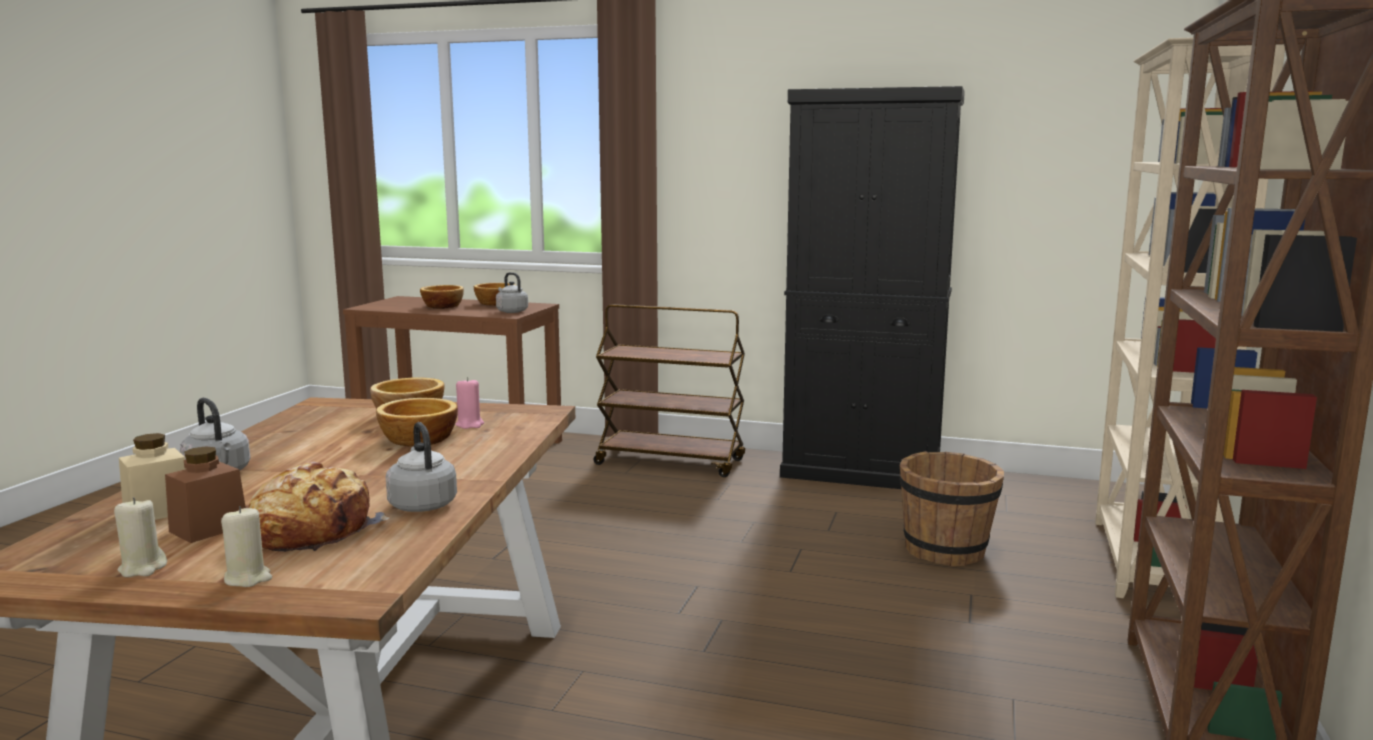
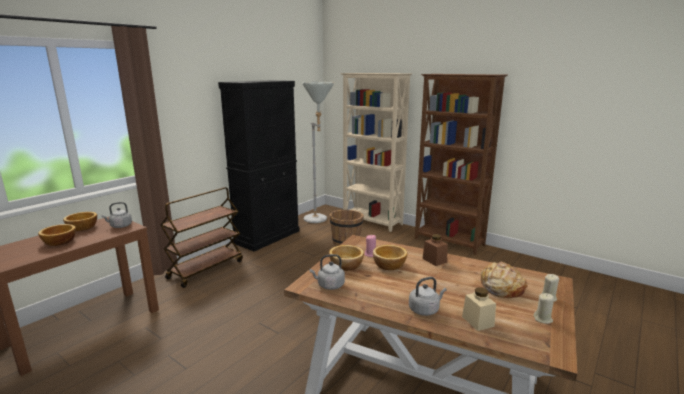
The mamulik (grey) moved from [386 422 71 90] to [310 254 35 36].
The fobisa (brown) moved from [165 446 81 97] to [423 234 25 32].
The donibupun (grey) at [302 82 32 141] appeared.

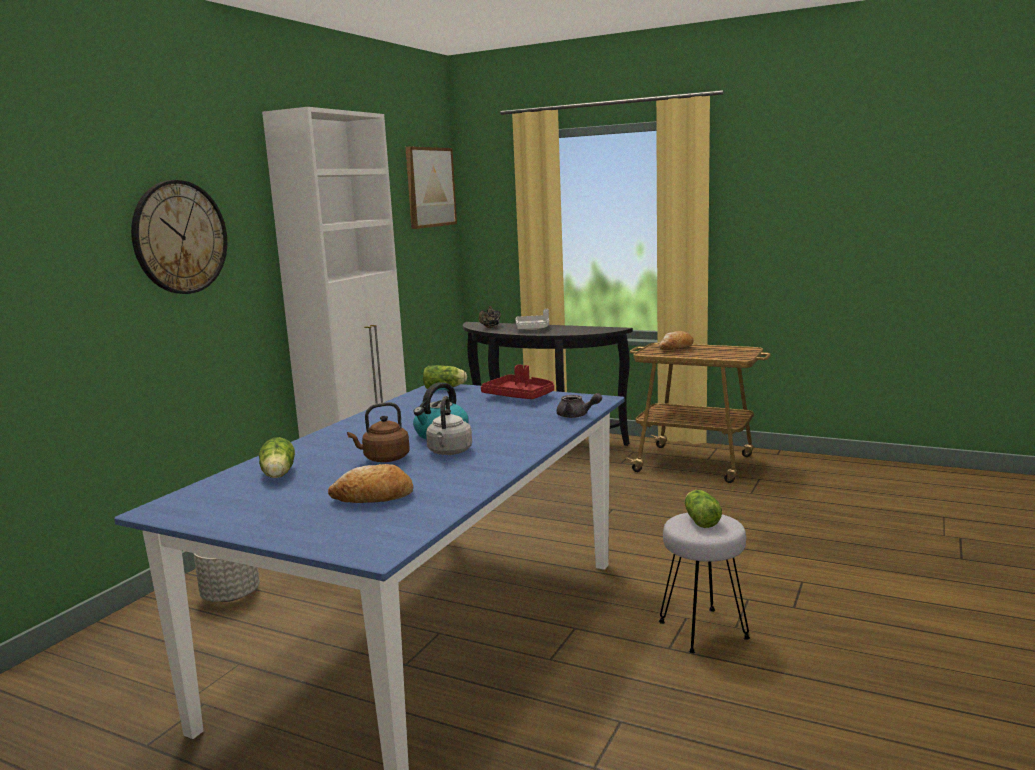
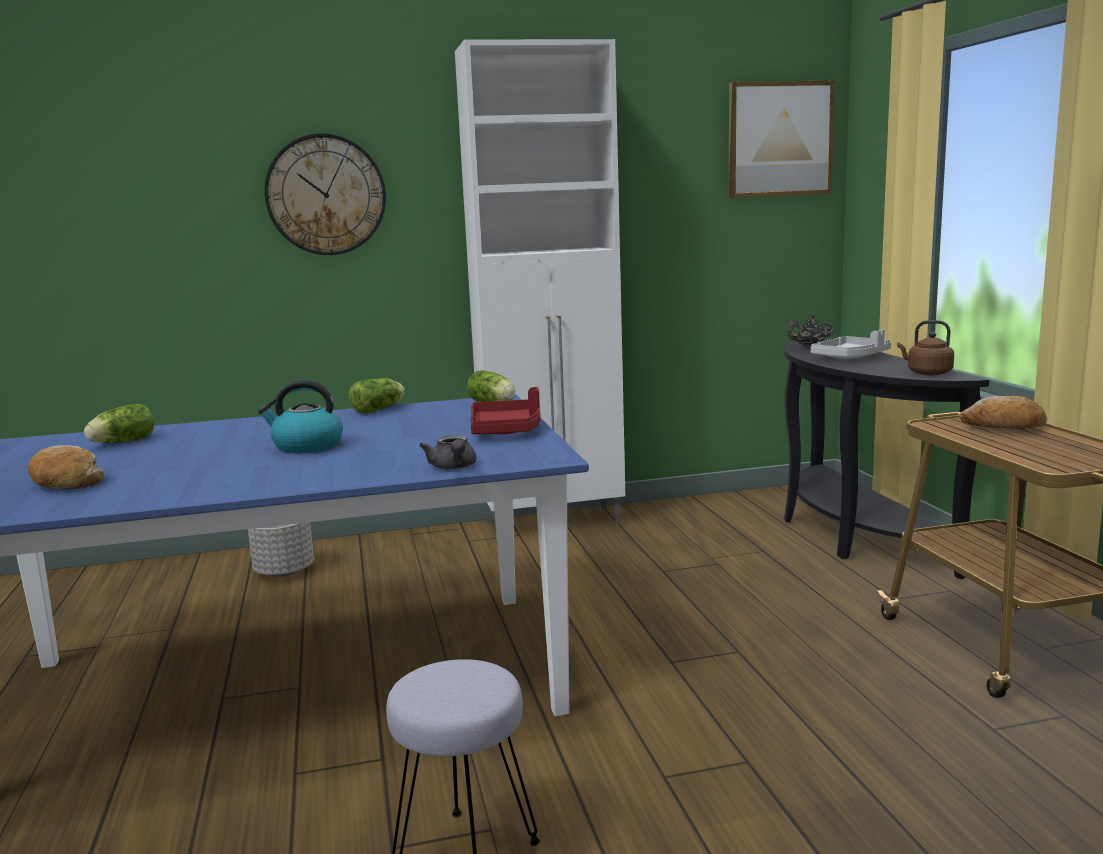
The mamulik (grey) at [426 396 46 59] disappeared.
The mamulik (brown) moved from [347 402 63 60] to [897 320 57 55].
The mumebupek moved from [685 490 37 38] to [349 378 56 36].

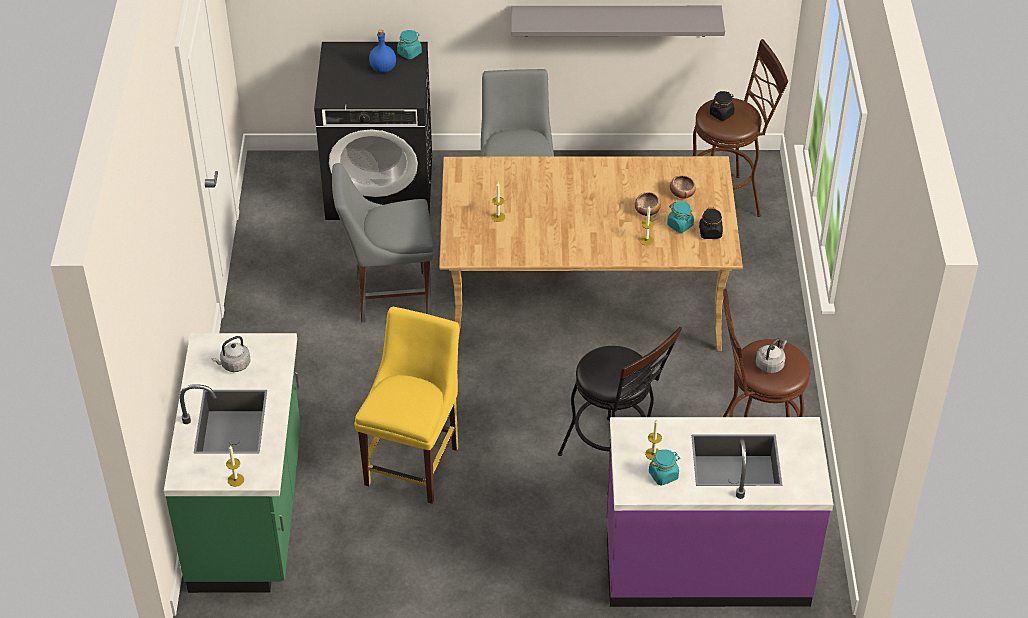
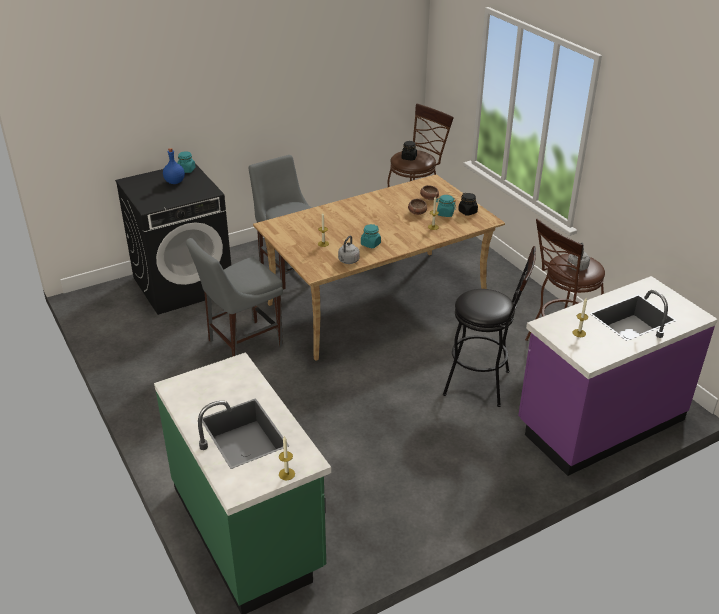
The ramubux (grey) at [511 6 214 31] disappeared.
The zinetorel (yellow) at [354 307 105 197] disappeared.
The mamulik (grey) moved from [212 336 38 36] to [338 236 22 28].
The fobisa (turquoise) moved from [649 449 31 37] to [361 224 20 24].

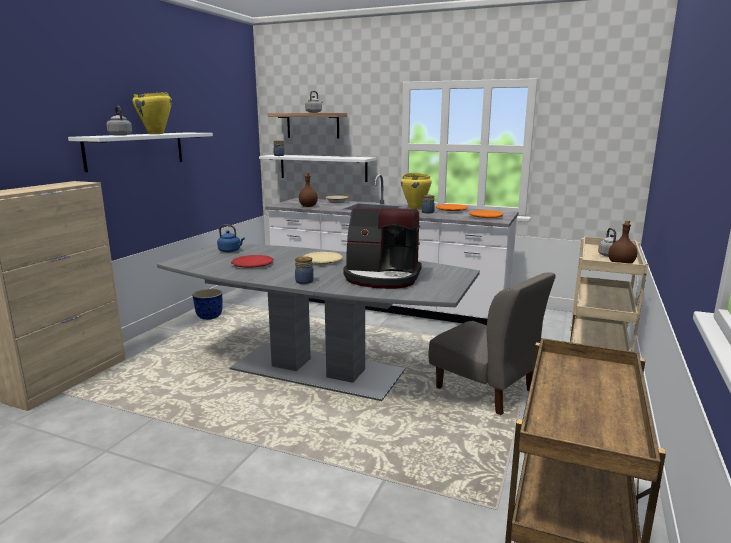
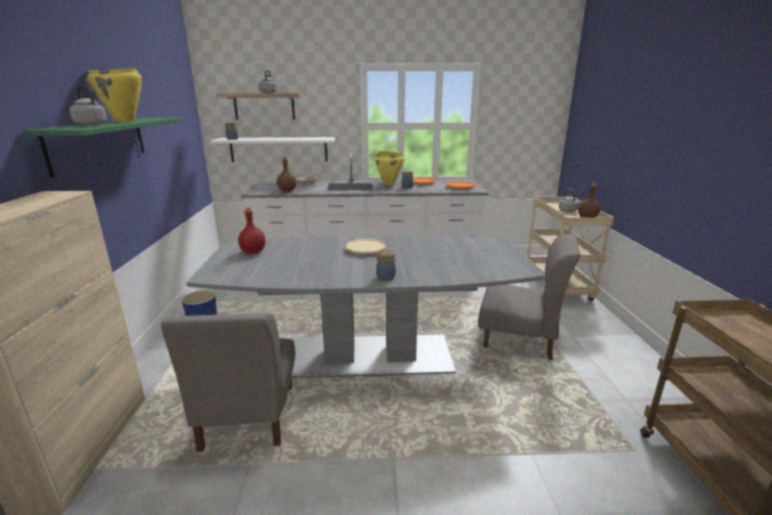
The ramubux (white) at [68 133 145 39] became the ramubux (green) at [23 117 159 61].
The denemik at [343 207 79 82] disappeared.
The mamulik (blue) at [217 225 28 28] was replaced by the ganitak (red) at [238 207 28 47].
The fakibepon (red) at [231 255 43 13] disappeared.
The zinetorel (grey) at [161 313 134 139] appeared.

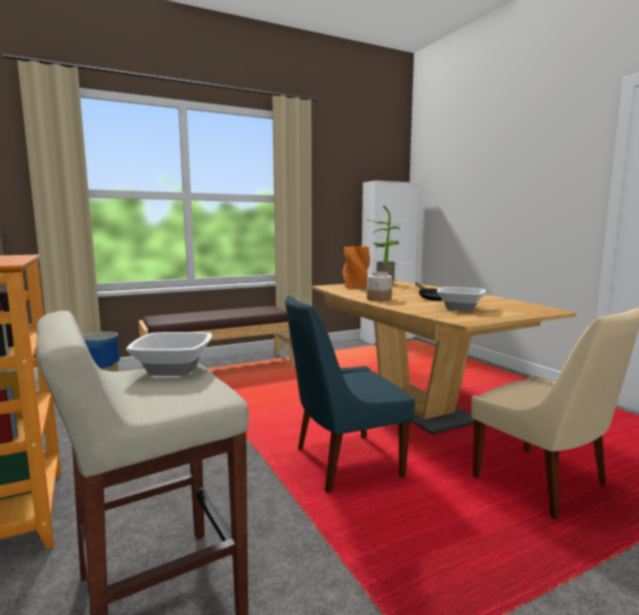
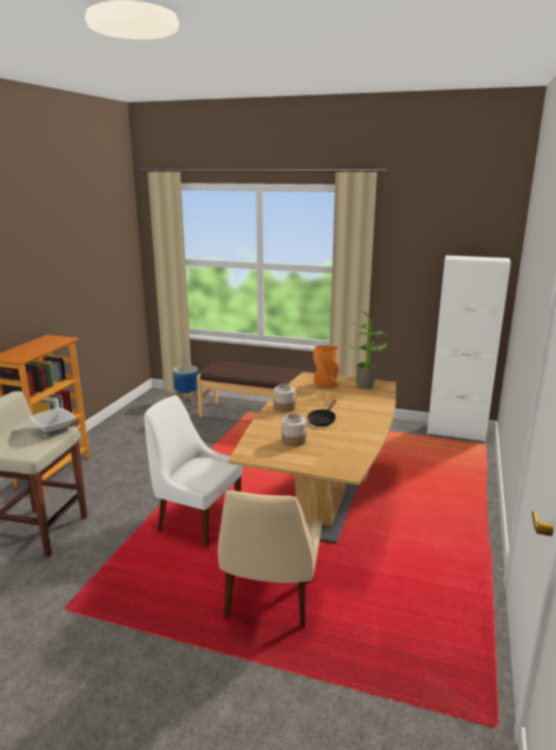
The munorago at [437 287 49 24] was replaced by the fobisa at [282 414 24 33].
The zinetorel (blue) at [285 295 130 198] became the zinetorel (white) at [144 395 99 151].

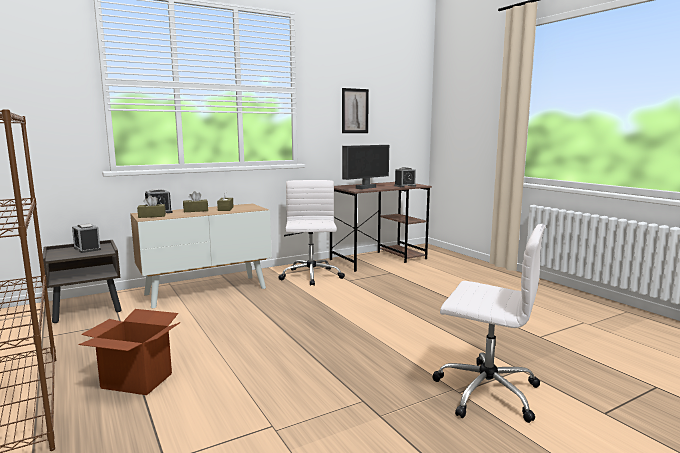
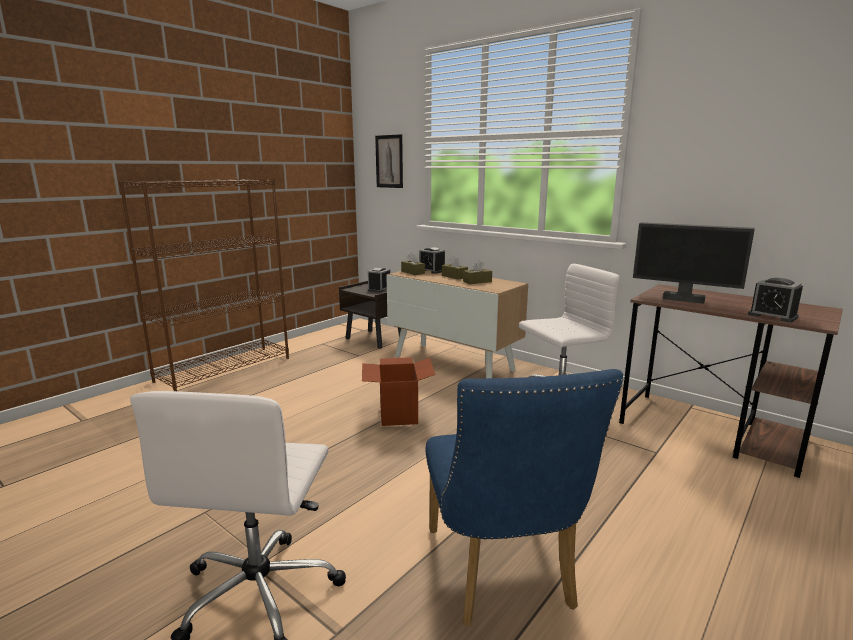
The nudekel moved from [342 88 27 45] to [375 134 28 54].
The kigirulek moved from [78 309 102 86] to [362 357 73 69].
The zinetorel (blue) at [426 369 197 257] appeared.

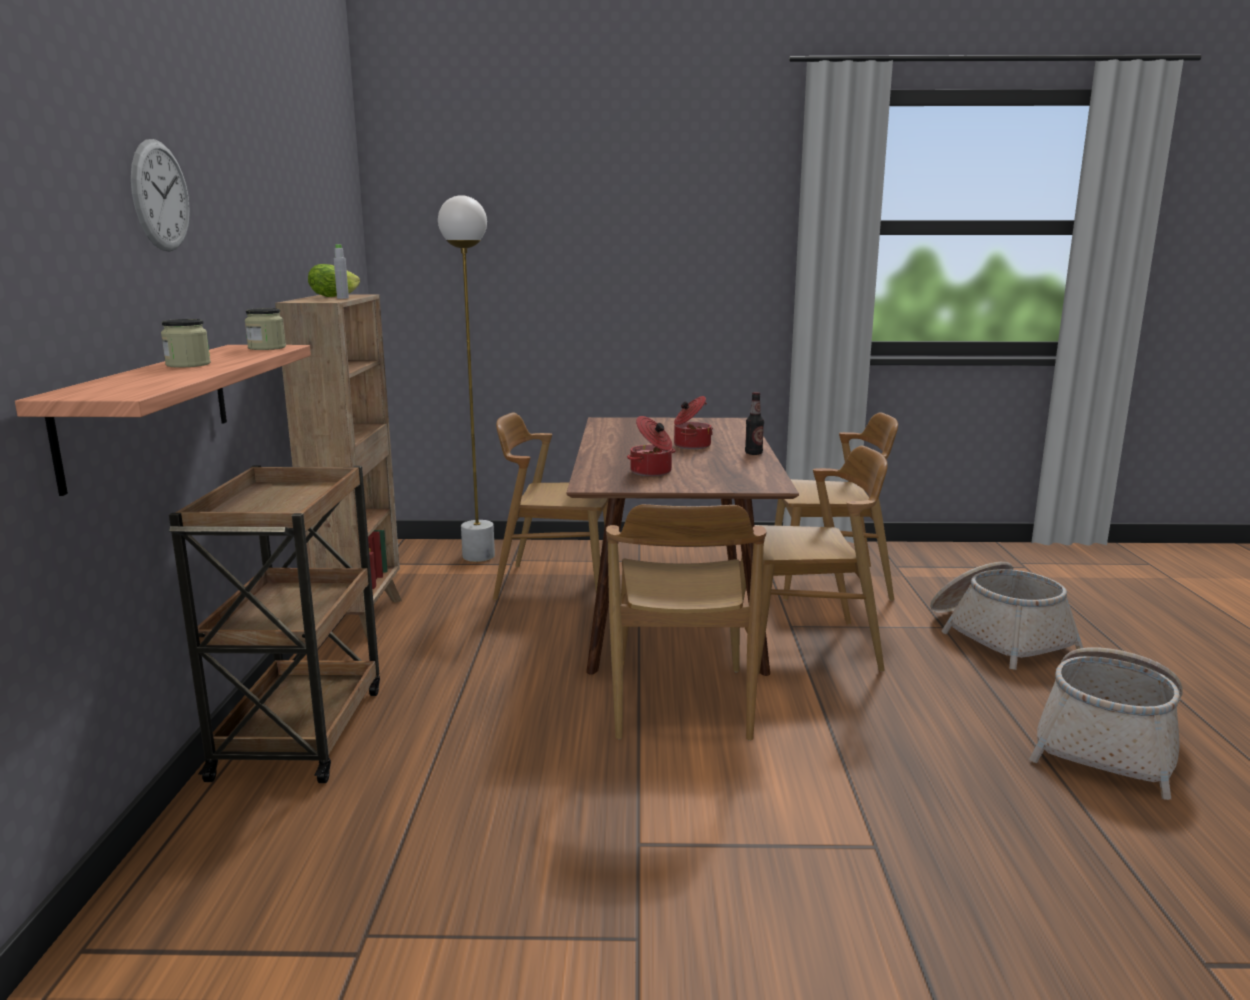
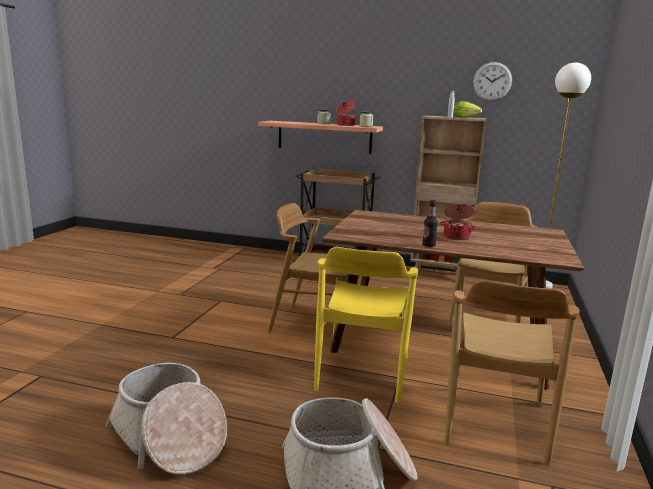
The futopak moved from [131 139 59 113] to [473 62 39 39].
The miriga moved from [627 416 48 60] to [336 100 20 26].
The zinetorel (brown) at [740 446 147 228] became the zinetorel (yellow) at [314 247 104 156].

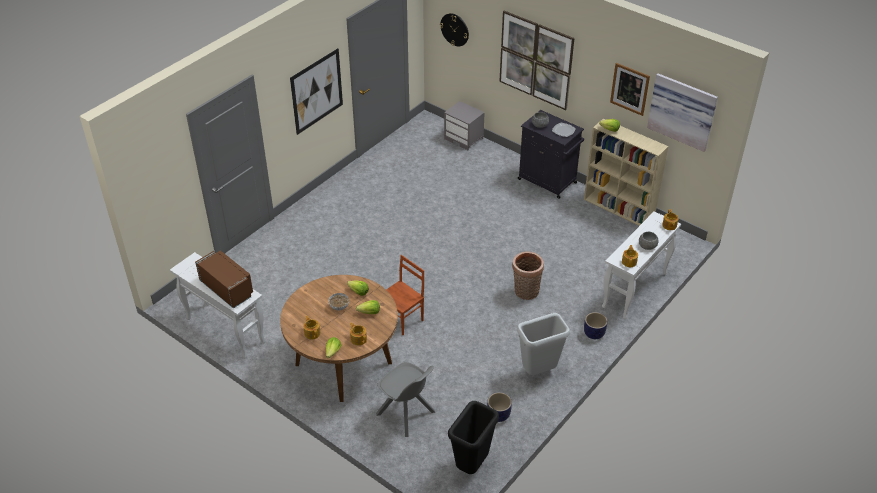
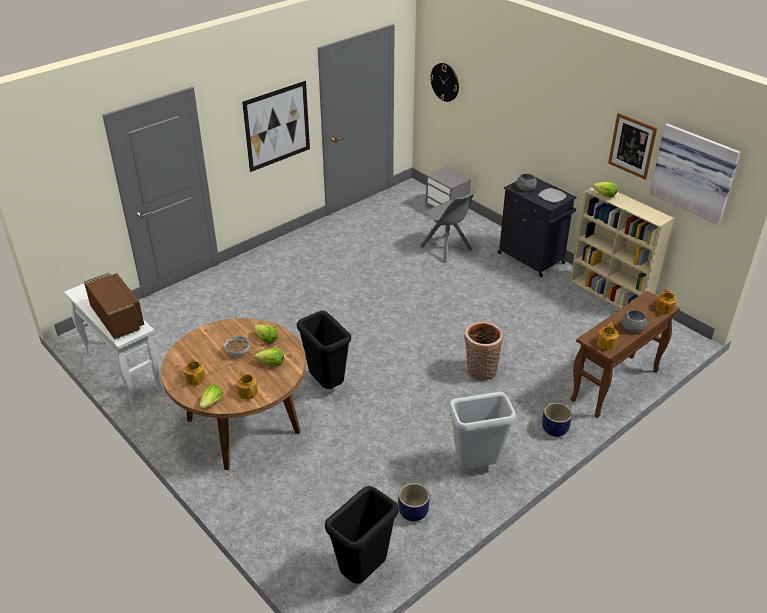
The nudekel at [499 11 75 99] disappeared.
The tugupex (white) at [602 211 79 108] became the tugupex (brown) at [570 291 110 127].
The zinetorel (brown) at [386 255 38 80] was replaced by the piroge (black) at [297 311 54 78].
The zinetorel (grey) moved from [376 362 59 75] to [420 191 55 72].

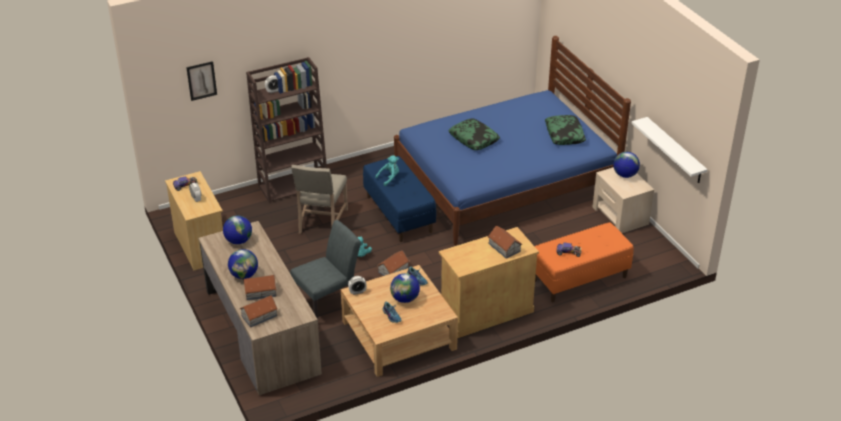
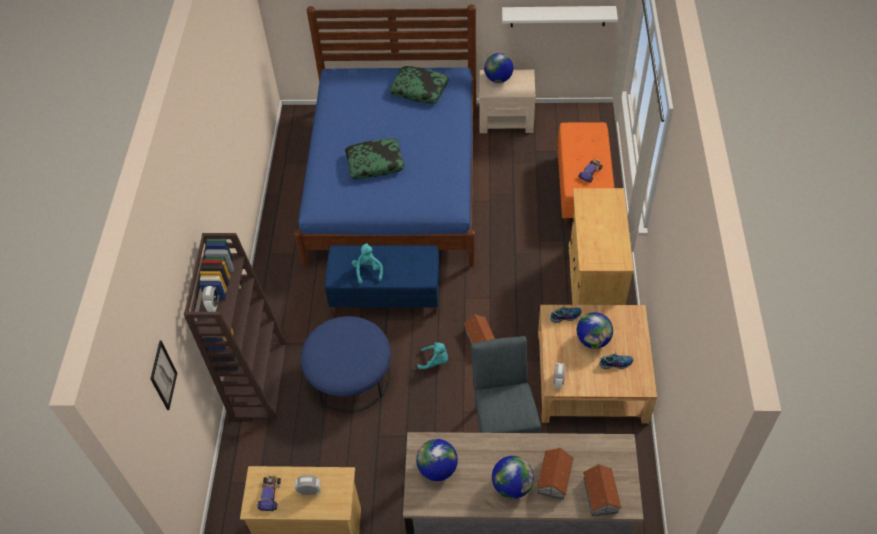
The zinetorel (beige) at [291 165 57 69] was replaced by the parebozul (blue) at [301 316 90 97].
The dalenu at [488 225 34 34] disappeared.

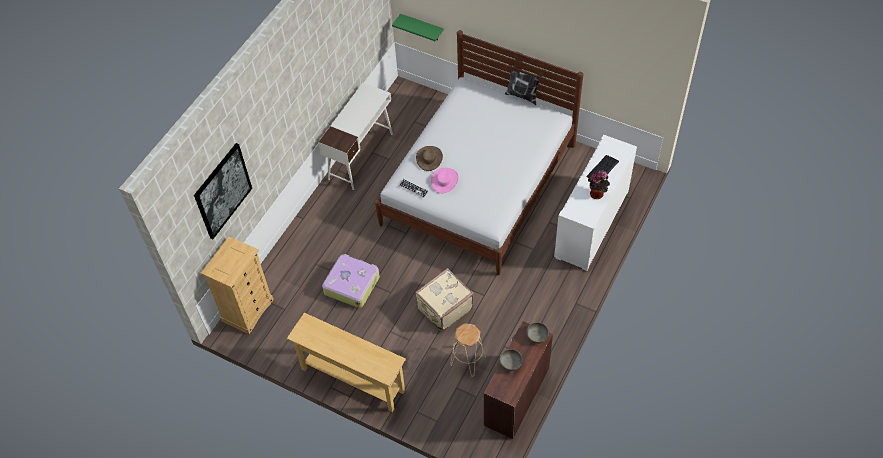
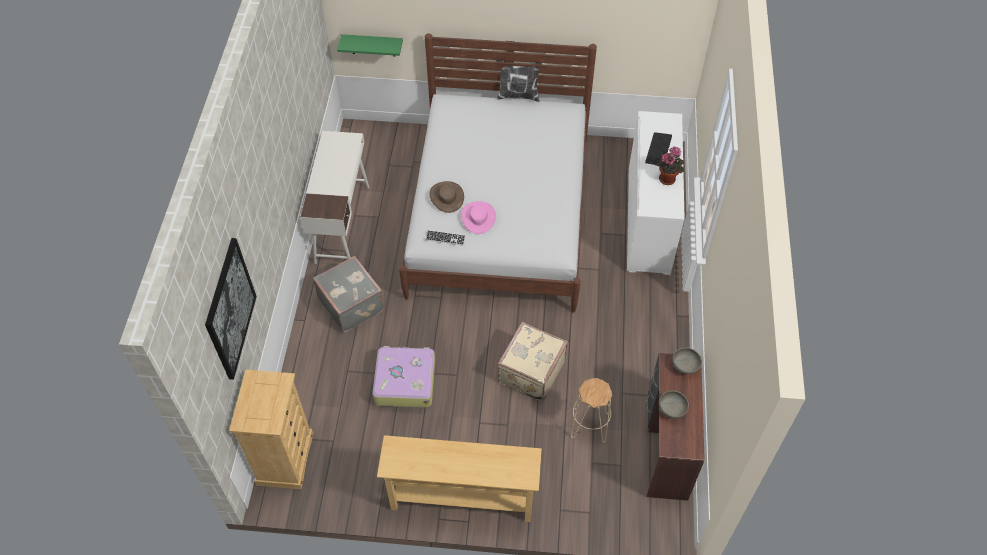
The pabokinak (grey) at [313 256 71 77] appeared.

